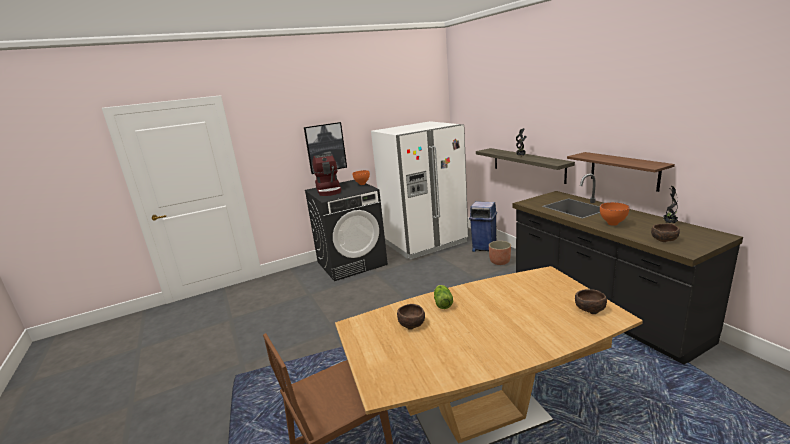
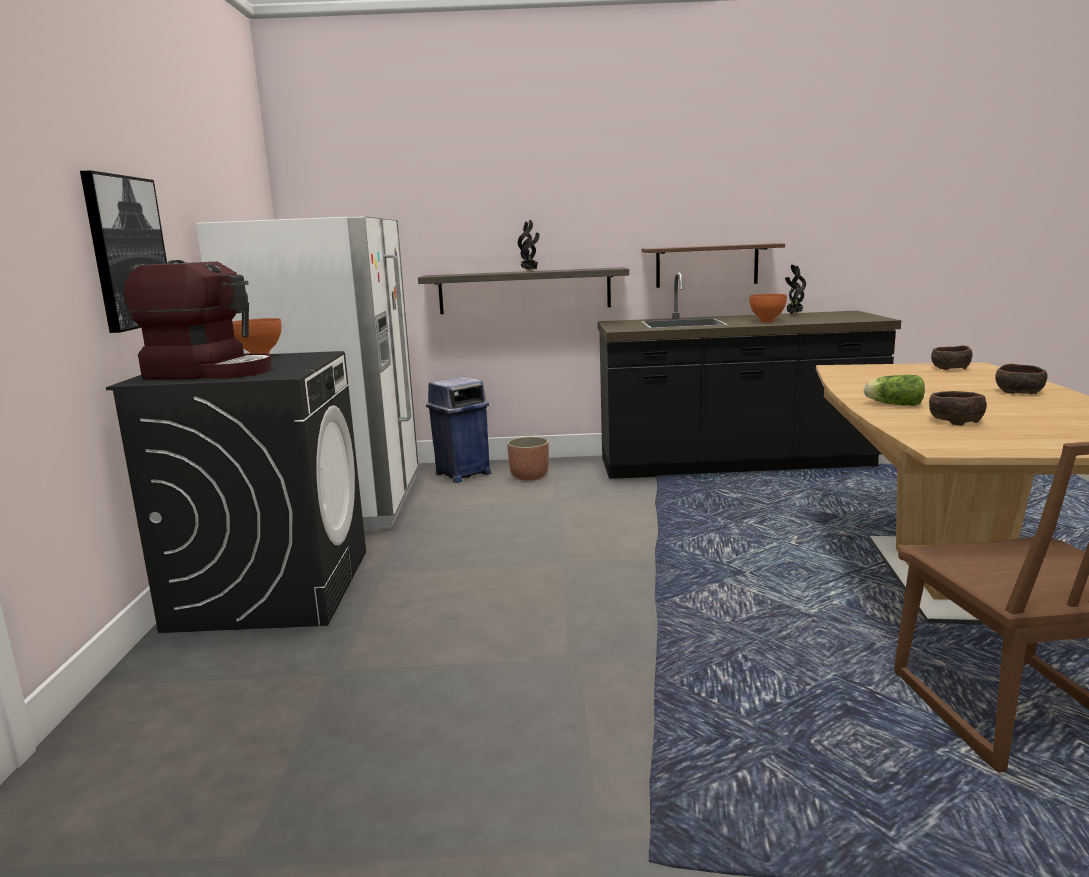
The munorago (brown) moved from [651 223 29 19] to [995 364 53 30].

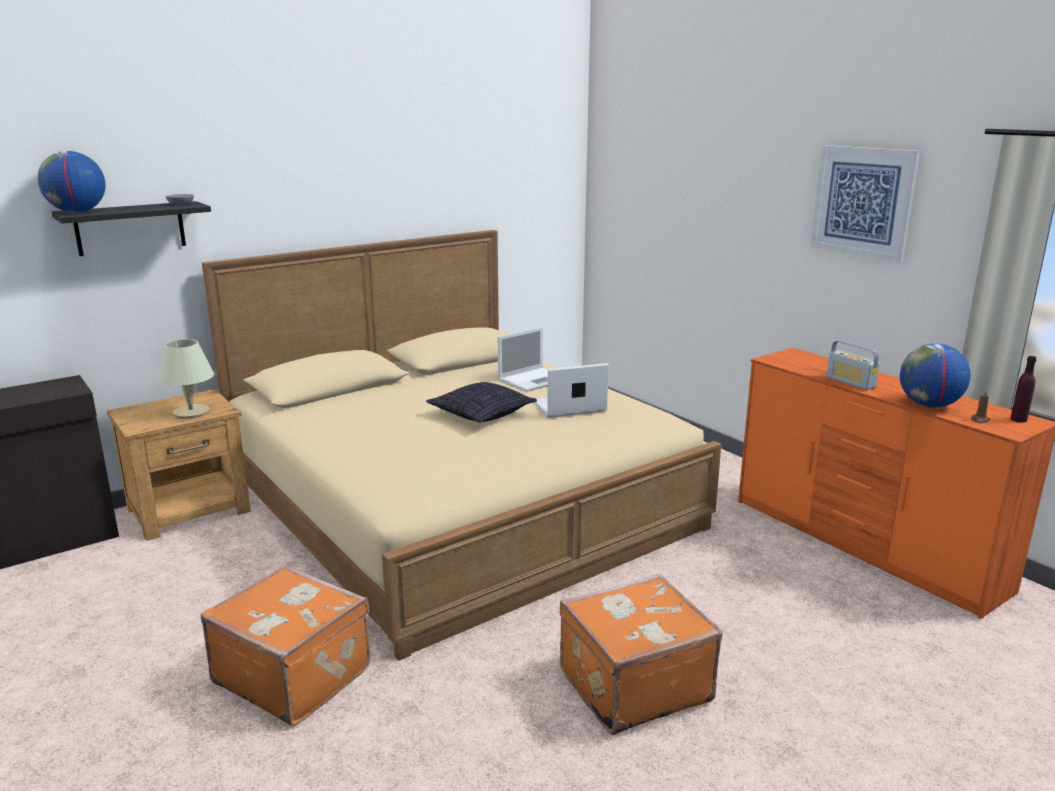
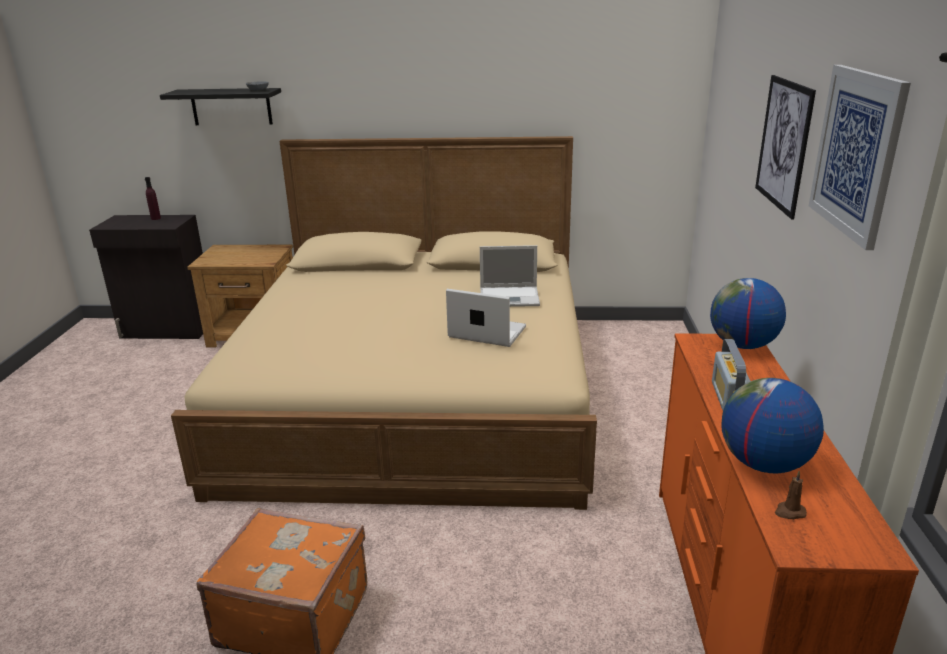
The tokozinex moved from [38 151 68 62] to [710 278 76 71].
The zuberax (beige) at [158 339 56 80] disappeared.
The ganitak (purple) moved from [1010 356 27 67] to [145 177 16 43].
The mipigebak at [426 382 111 41] disappeared.
The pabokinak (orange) at [201 565 169 161] disappeared.
The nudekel at [755 75 61 144] appeared.

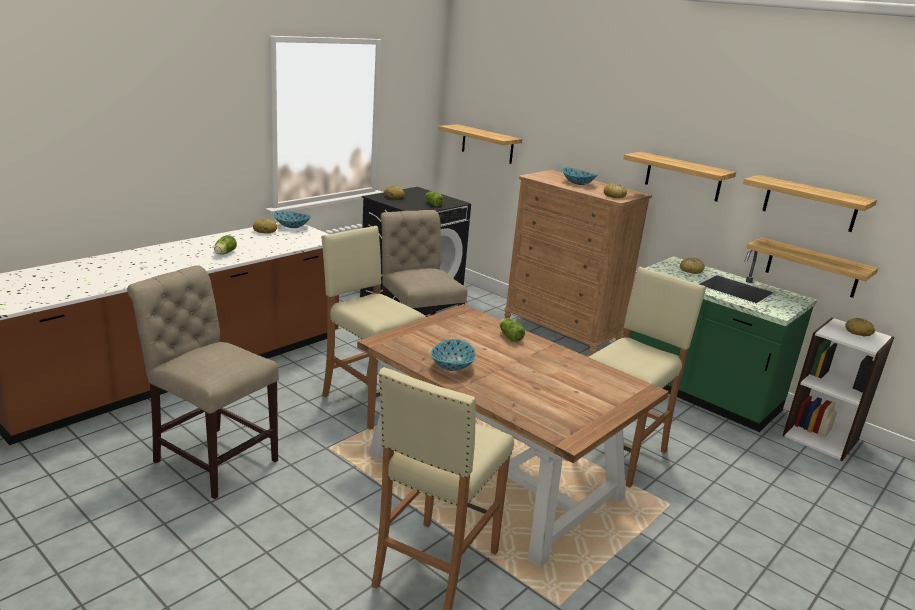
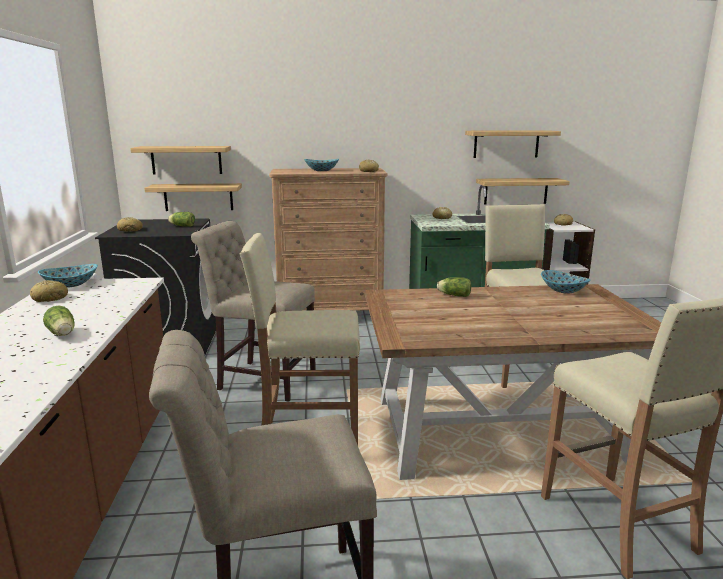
The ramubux moved from [623 152 113 50] to [144 183 98 28].
The munorago moved from [431 339 45 32] to [541 270 49 24].

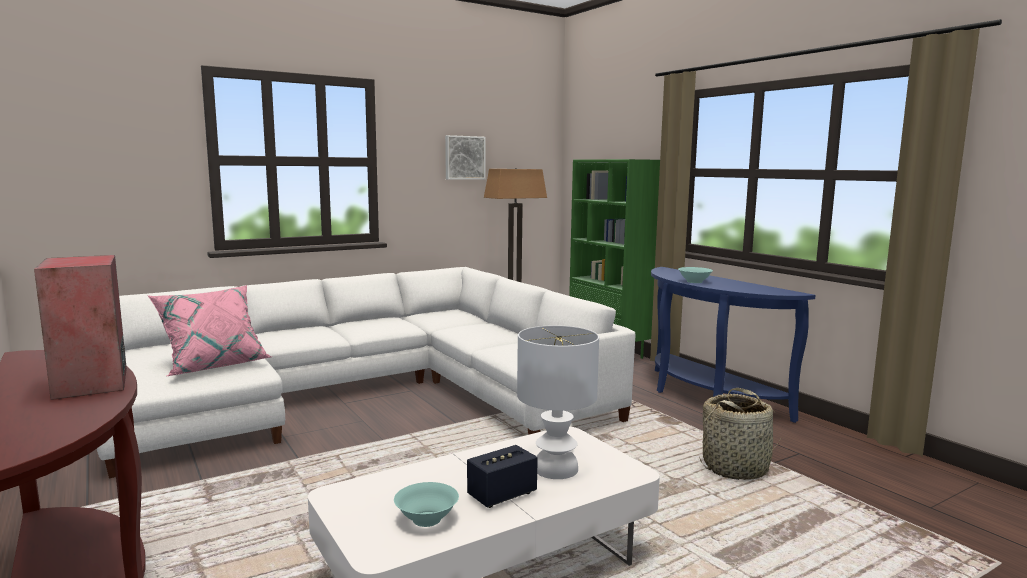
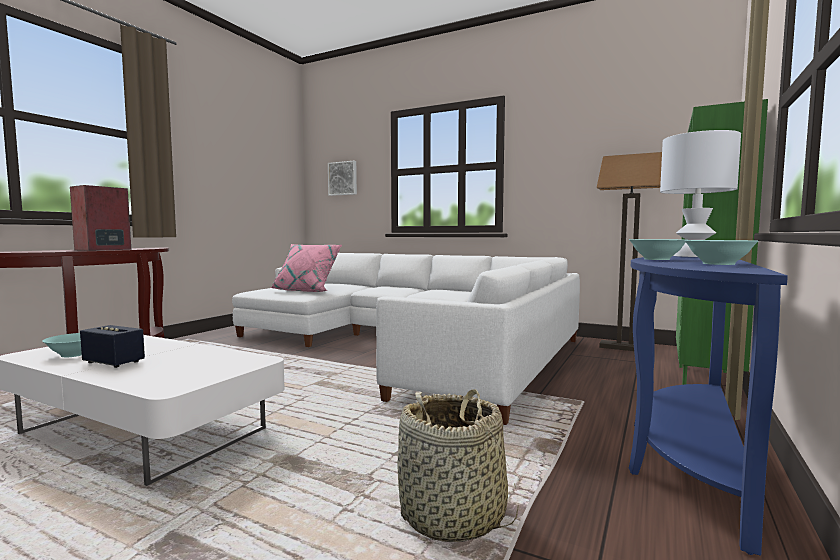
The nudekel moved from [445 135 41 45] to [328 161 29 35].
The zuberax (white) moved from [517 325 82 154] to [660 130 81 127].
The munorago (turquoise) at [685 240 73 25] appeared.

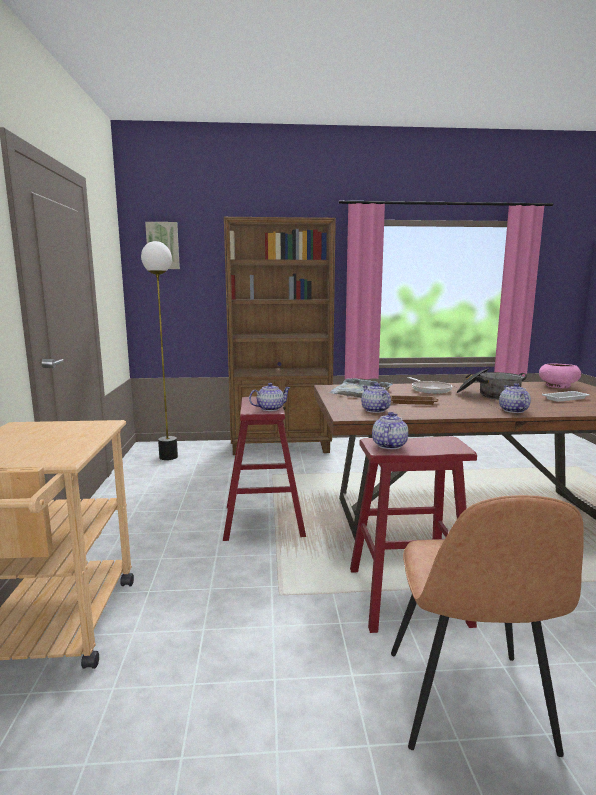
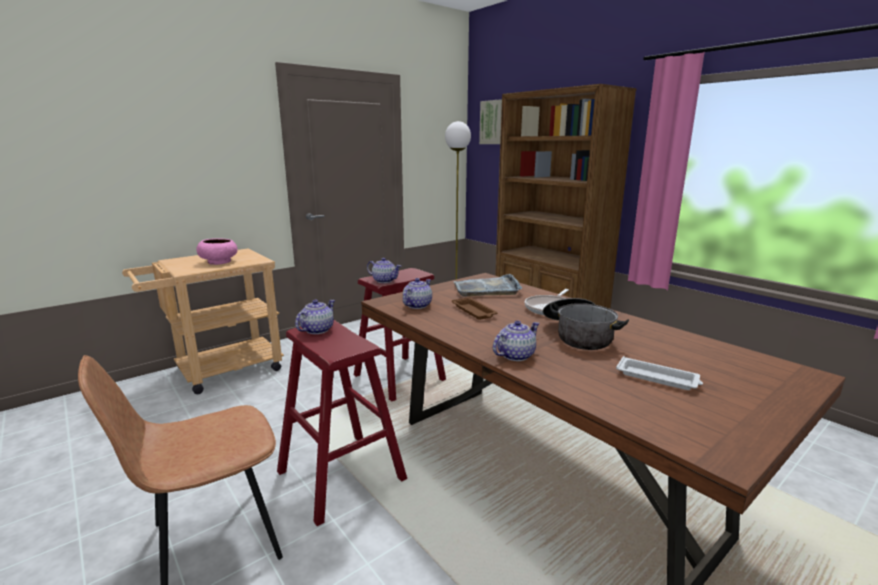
The munorago (pink) moved from [539 364 42 24] to [196 238 42 27].
The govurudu at [372 412 36 37] turned 45 degrees counterclockwise.

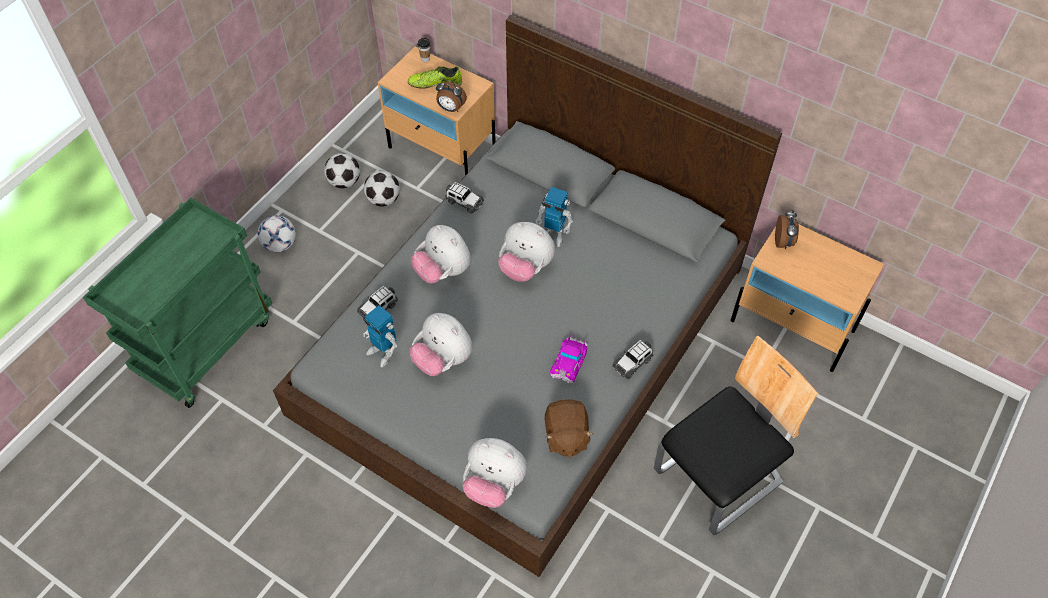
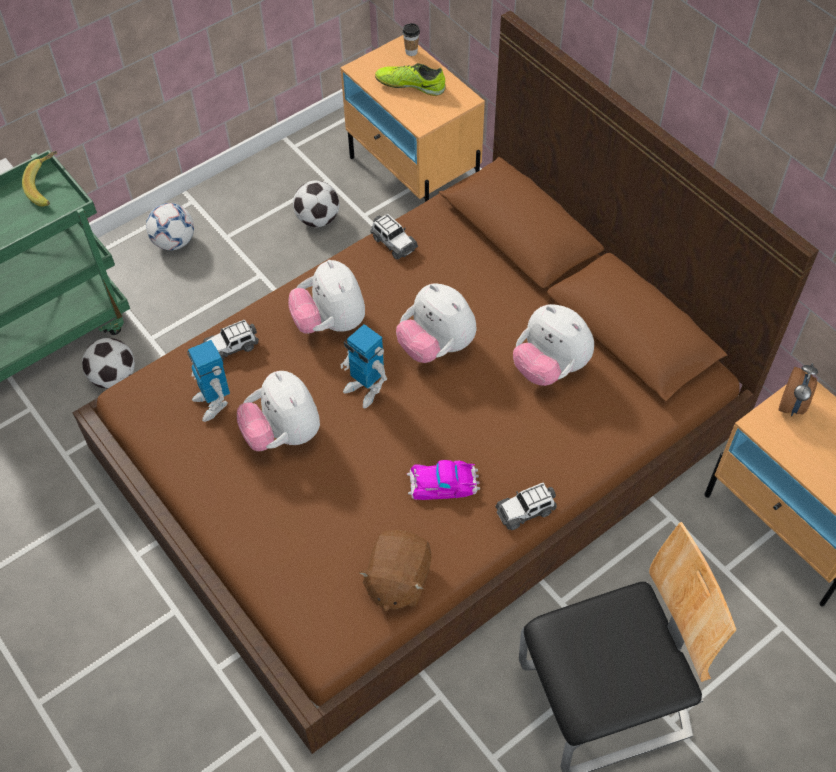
The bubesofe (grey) at [273 15 509 562] became the bubesofe (brown) at [72 10 747 744].
The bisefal at [436 80 31 32] disappeared.
The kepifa moved from [324 153 36 35] to [82 338 53 51].
The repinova moved from [536 187 37 60] to [340 324 47 85].
The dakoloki at [550 334 38 50] turned 45 degrees clockwise.
The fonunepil moved from [463 438 64 70] to [513 304 81 82].
The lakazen at [22 151 35 56] appeared.

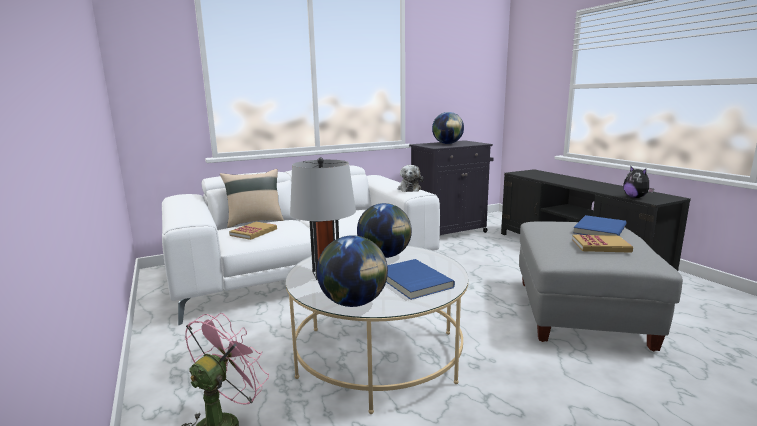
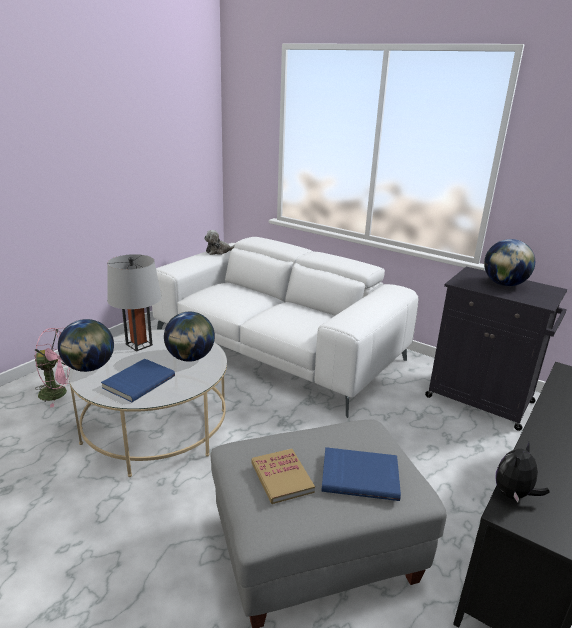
The fonunepil moved from [398 165 26 27] to [204 230 30 25].
The mipigebak (beige) at [220 169 64 59] disappeared.
The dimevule at [229 222 48 18] disappeared.

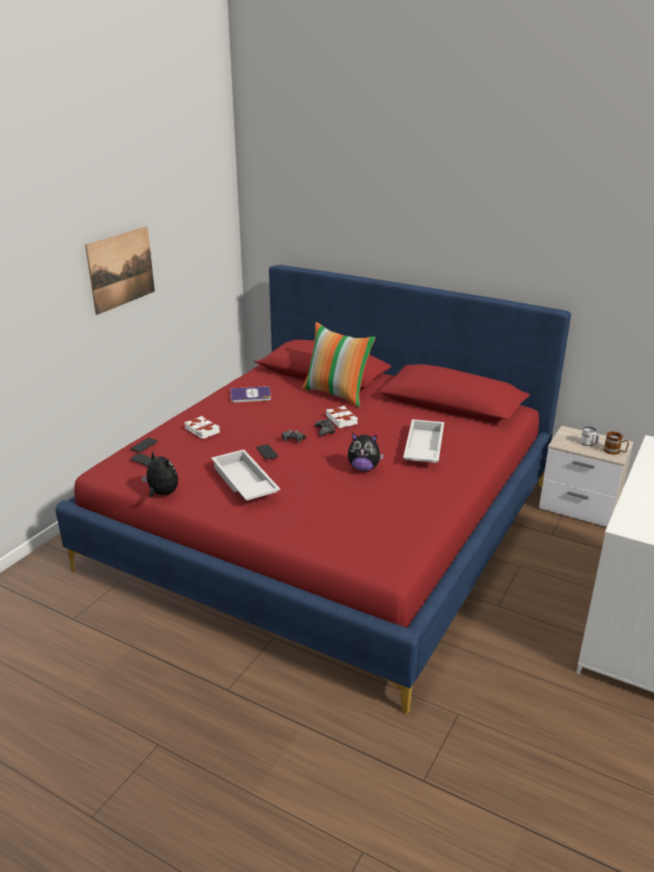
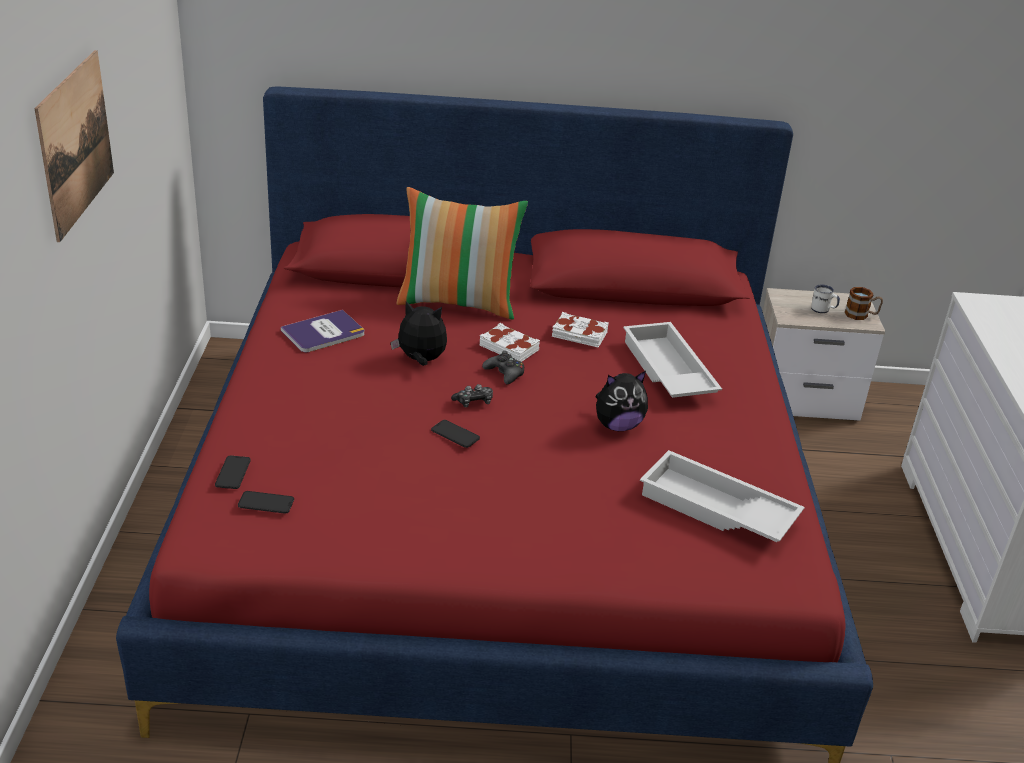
The dimevule (white) moved from [184 416 36 23] to [552 312 57 36].
The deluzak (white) moved from [211 449 69 52] to [640 450 165 92].
The fonunepil moved from [141 451 37 46] to [391 301 56 65].

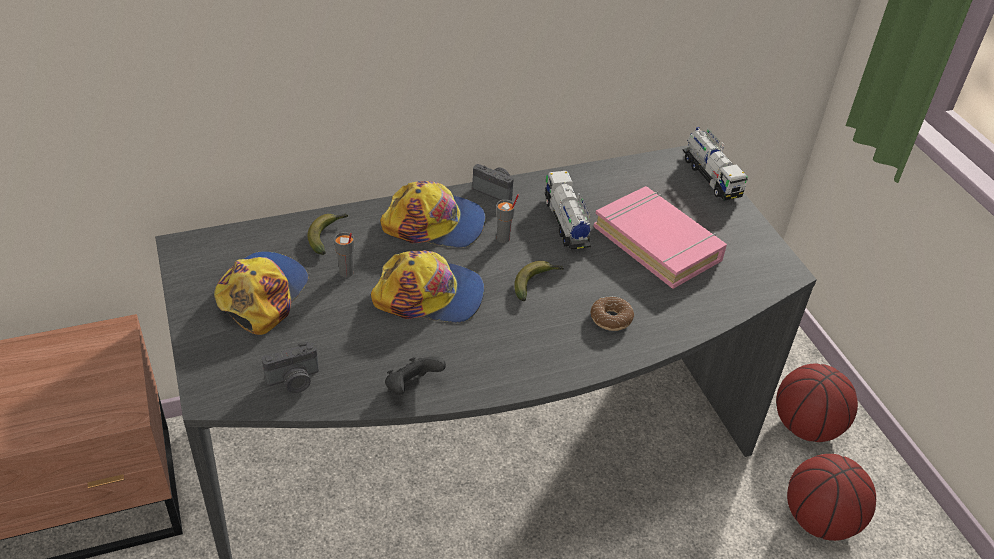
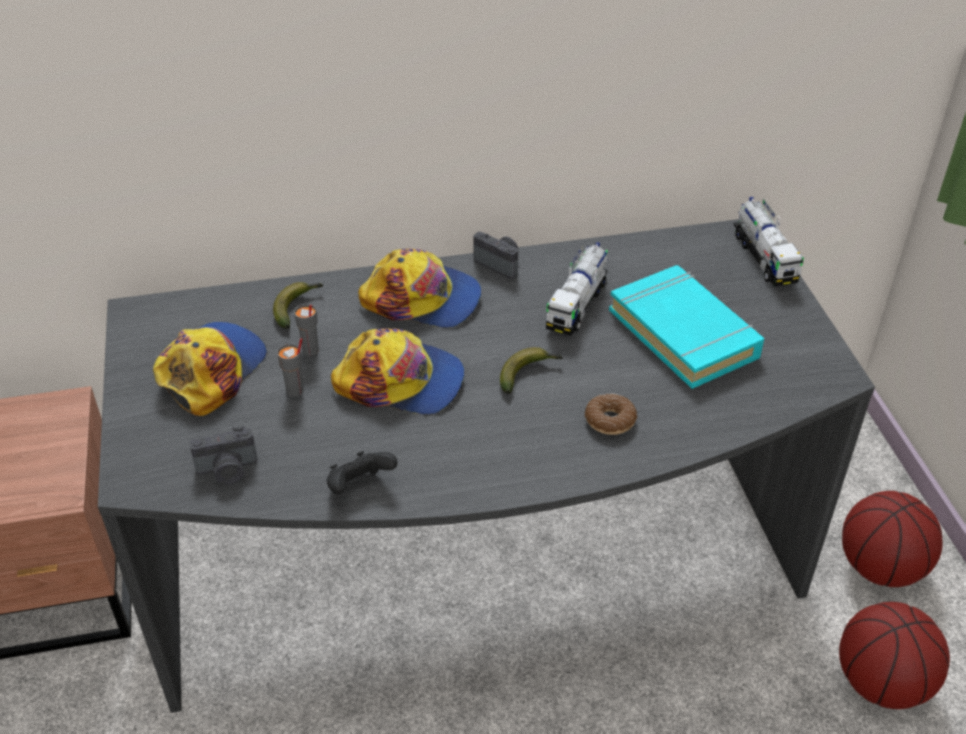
The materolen at [545 171 46 79] turned 150 degrees counterclockwise.
The dimevule (pink) at [593 186 134 103] became the dimevule (turquoise) at [609 265 155 124].
The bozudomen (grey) moved from [496 194 23 49] to [277 338 26 59].

